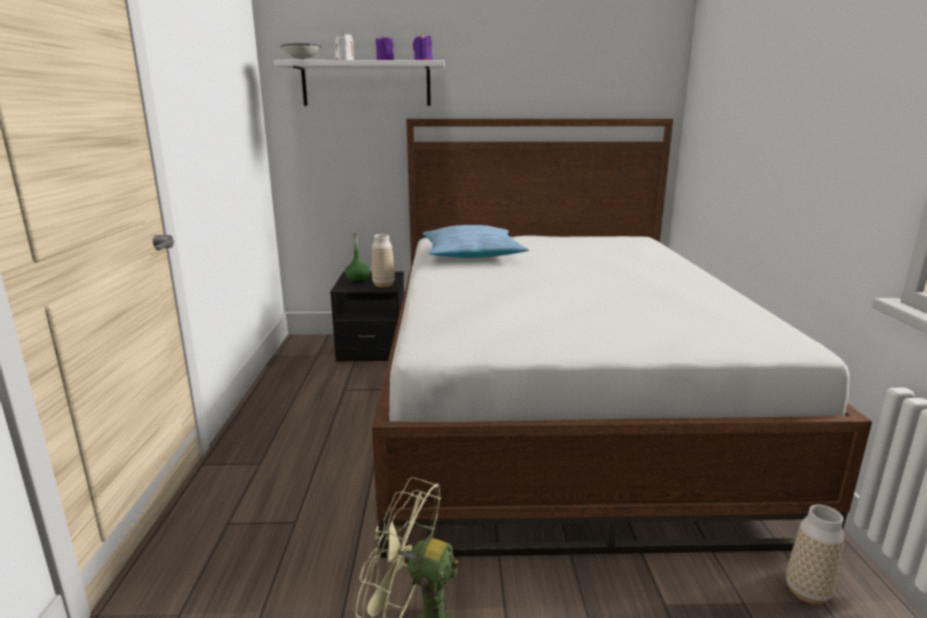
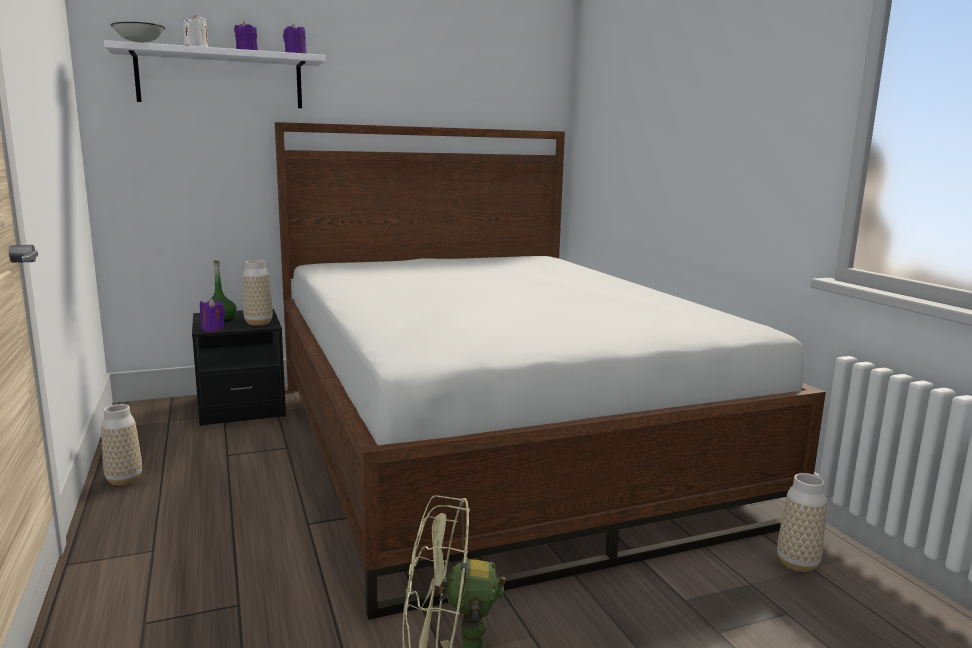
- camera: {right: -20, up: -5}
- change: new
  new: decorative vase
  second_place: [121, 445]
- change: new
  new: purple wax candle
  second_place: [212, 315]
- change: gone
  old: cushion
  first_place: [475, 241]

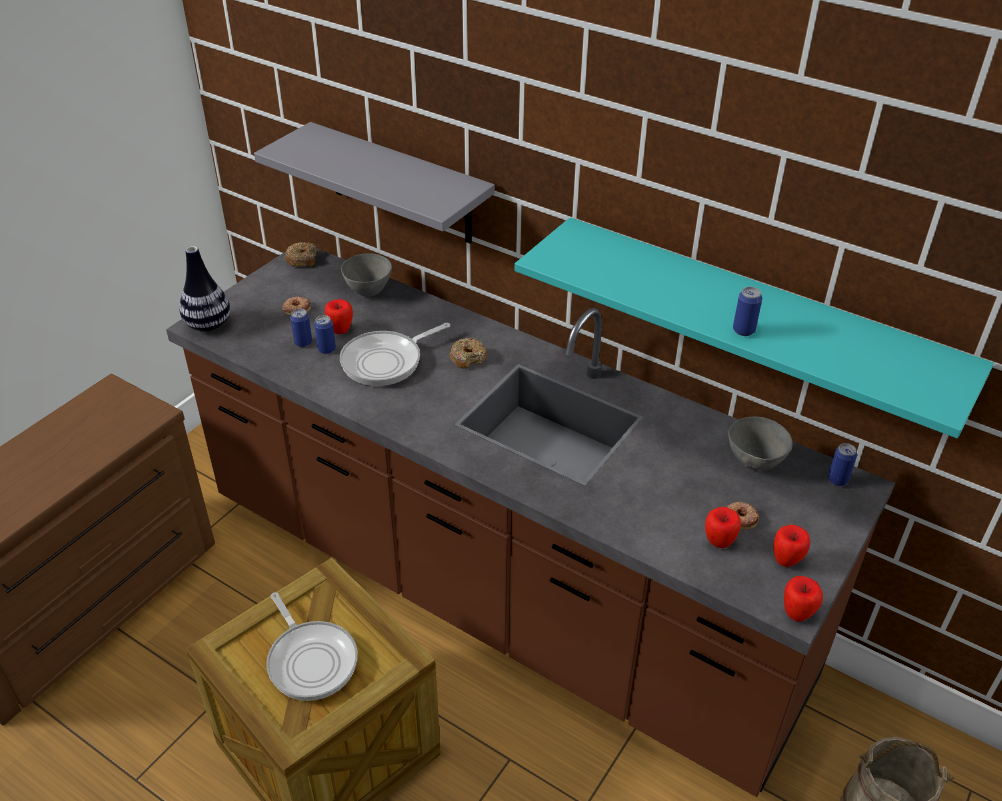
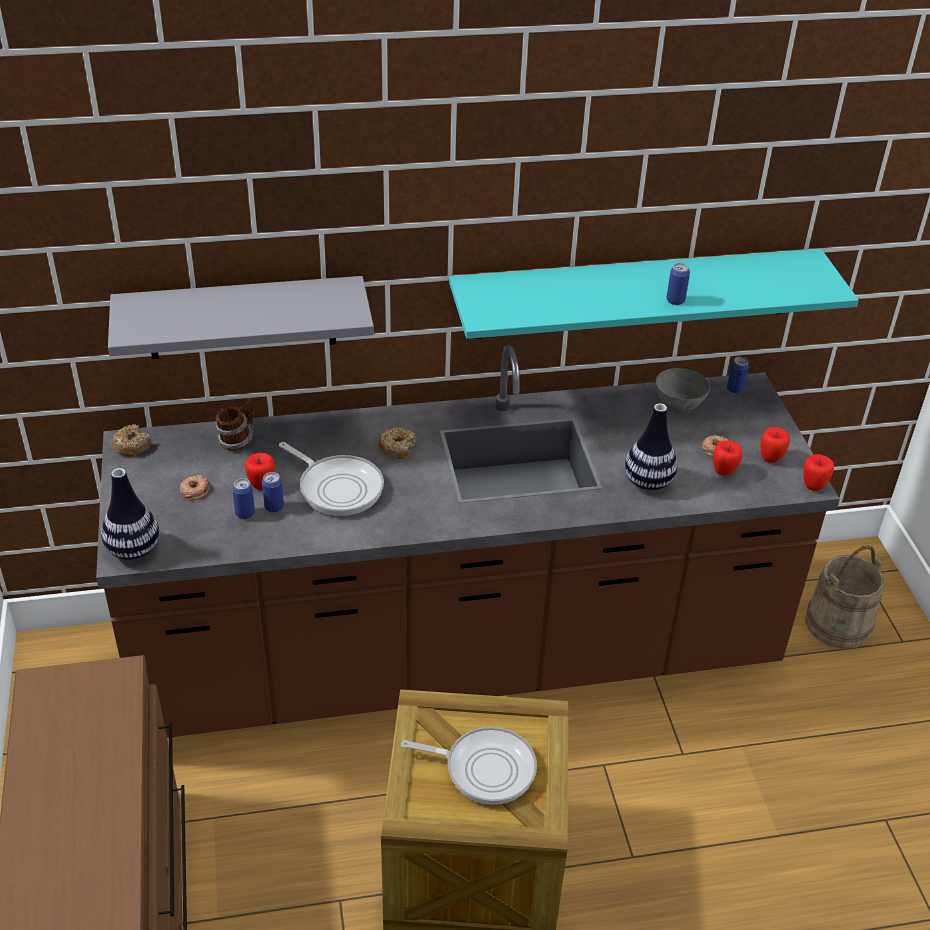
- camera: {right: -45, up: 0}
- change: swapped
  old: grey deep dish
  new: coffee mug
  first_place: [366, 275]
  second_place: [234, 424]
- change: rotated
  old: skillet
  first_place: [395, 354]
  second_place: [331, 479]
  degrees: -60
- change: new
  new: decorative vase
  second_place: [651, 446]

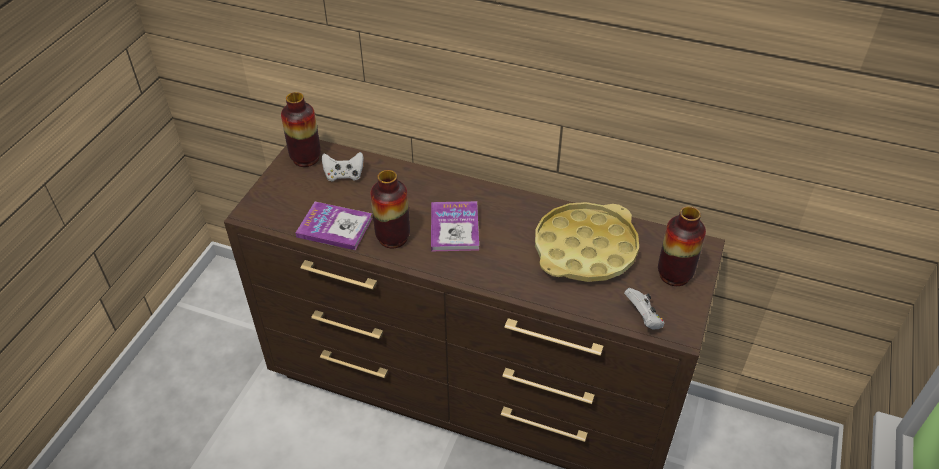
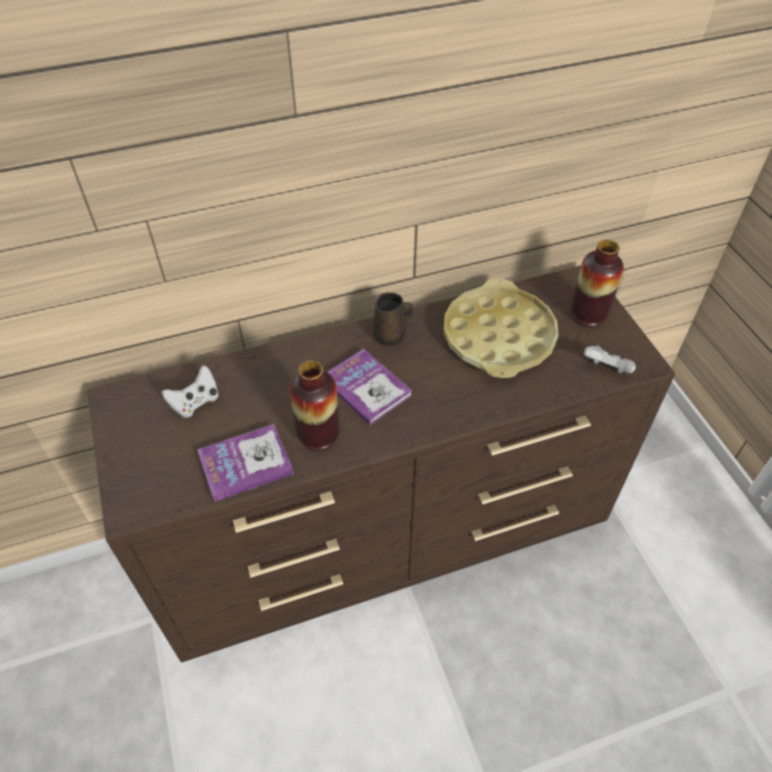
- camera: {right: -40, up: 5}
- change: new
  new: brown-coloured coffee mug
  second_place: [393, 319]
- change: gone
  old: decorative vase
  first_place: [301, 129]

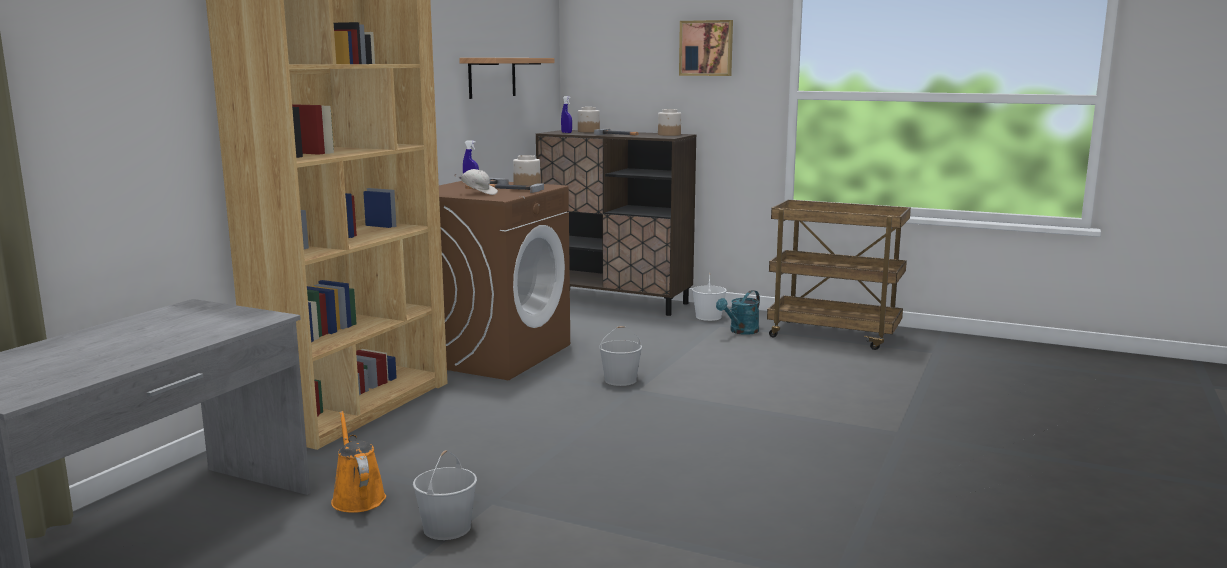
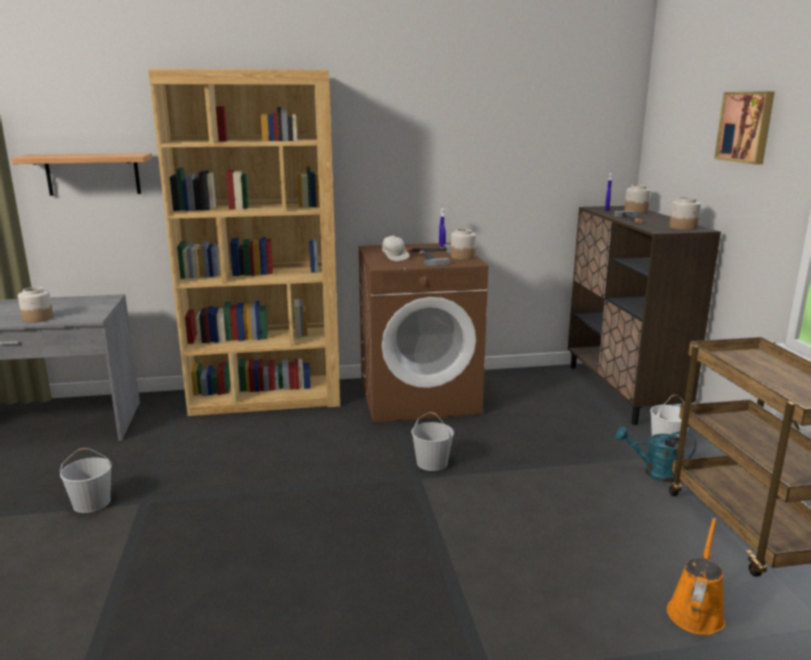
- camera: {right: 55, up: 5}
- change: shifted
  old: shelf
  first_place: [507, 78]
  second_place: [82, 174]
- change: new
  new: storage jar
  second_place: [35, 305]
- change: shifted
  old: orangey sprinkling can
  first_place: [358, 462]
  second_place: [696, 576]

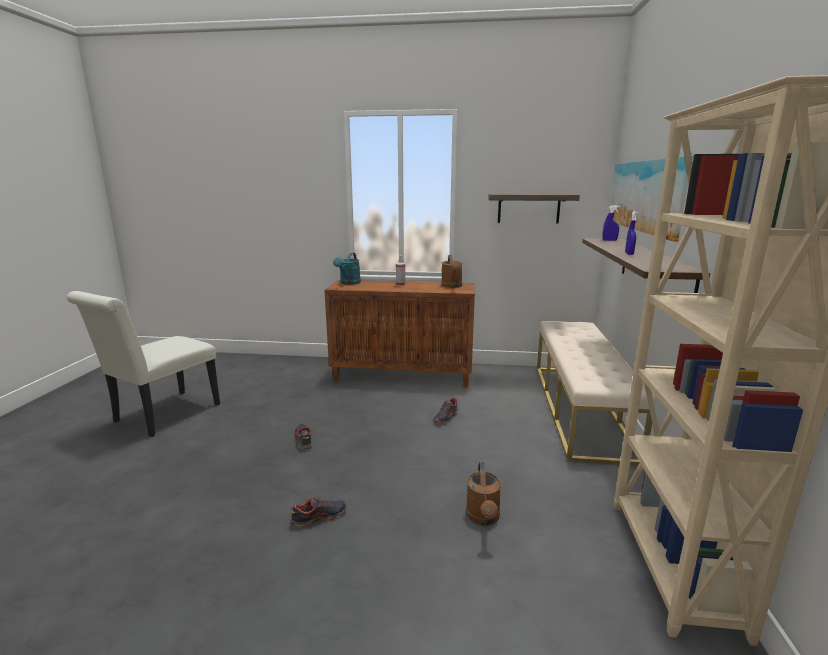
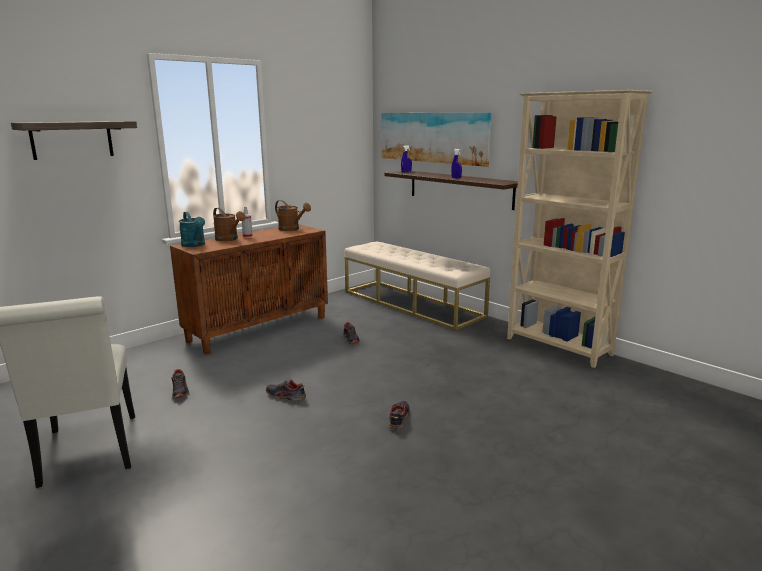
- camera: {right: -50, up: 0}
- change: shifted
  old: shelf
  first_place: [534, 208]
  second_place: [74, 140]
- change: new
  new: shoe
  second_place: [180, 383]
- change: shifted
  old: brown-coloured sprinkling can
  first_place: [483, 494]
  second_place: [229, 224]

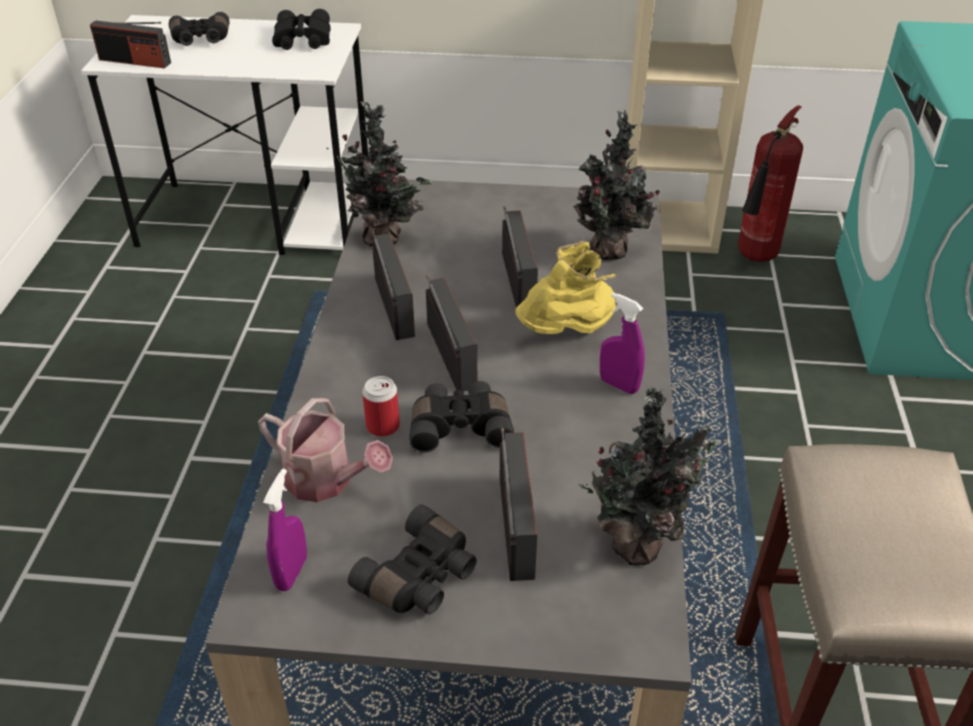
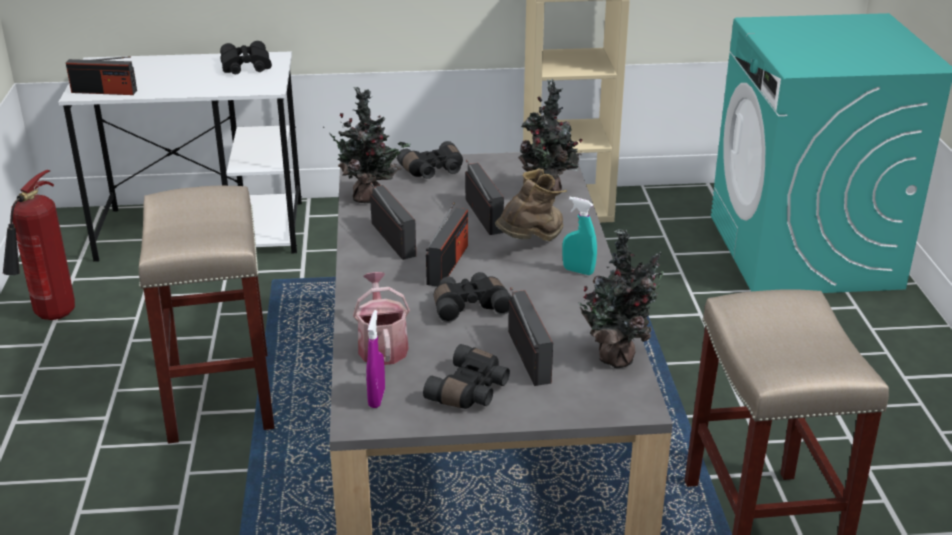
- camera: {right: -10, up: -10}
- change: shifted
  old: extinguisher
  first_place: [770, 183]
  second_place: [39, 245]
- change: new
  new: beige stool seat
  second_place: [206, 315]
- change: rotated
  old: sprinkling can
  first_place: [325, 450]
  second_place: [381, 318]
  degrees: -120
- change: shifted
  old: blackish pair of binoculars
  first_place: [199, 29]
  second_place: [430, 160]
- change: rotated
  old: radio set
  first_place: [451, 333]
  second_place: [447, 244]
  degrees: 45
- change: repainted
  old: yellow tall boot
  new: brown-coloured tall boot
  first_place: [566, 287]
  second_place: [531, 204]
- change: repainted
  old: purple spray bottle
  new: turquoise spray bottle
  first_place: [622, 343]
  second_place: [580, 236]
- change: gone
  old: can
  first_place: [381, 406]

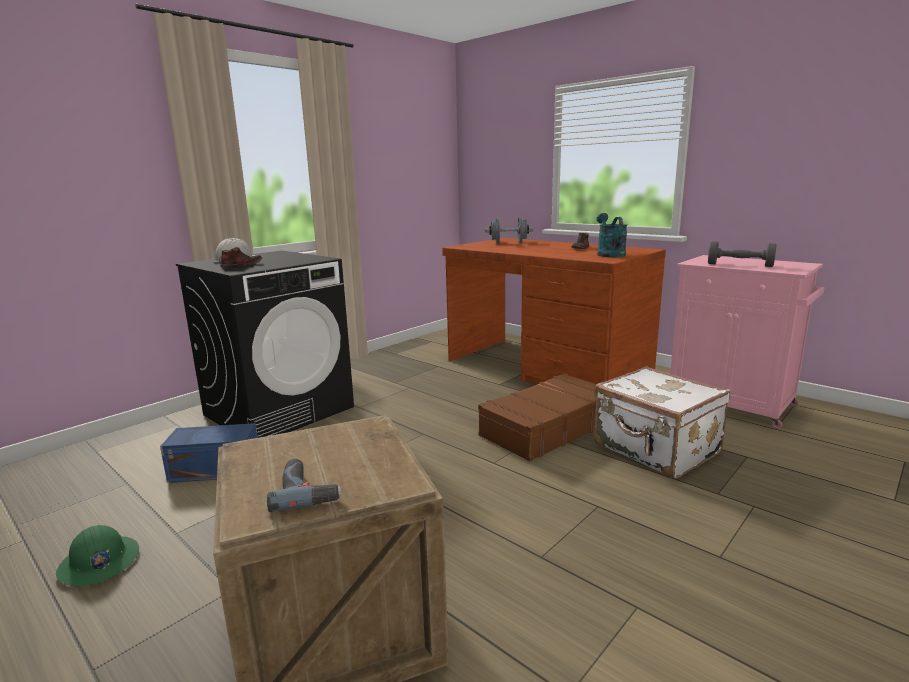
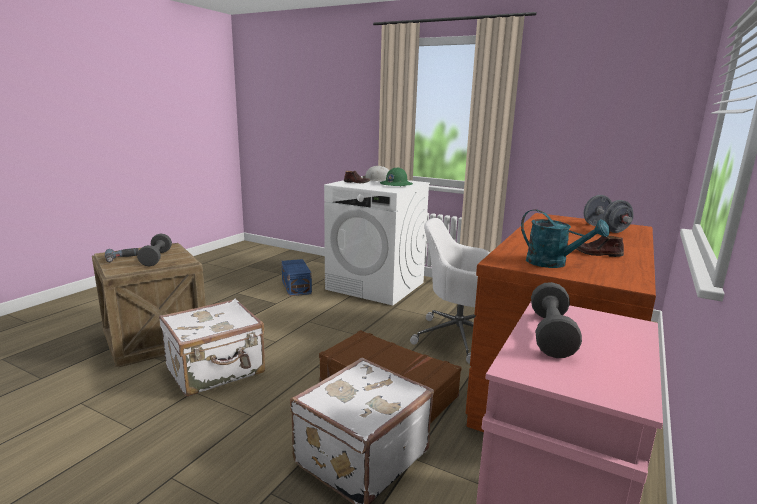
- camera: {right: 75, up: 0}
- change: new
  new: grey dumbbell
  second_place: [154, 250]
- change: new
  new: whitish suitcase
  second_place: [212, 347]
- change: repainted
  old: blackish washing machine
  new: whitish washing machine
  first_place: [265, 344]
  second_place: [377, 240]
- change: shifted
  old: green hard hat
  first_place: [97, 555]
  second_place: [396, 176]
- change: new
  new: whitish office chair
  second_place: [450, 291]
- change: rotated
  old: turquoise sprinkling can
  first_place: [612, 235]
  second_place: [565, 238]
  degrees: 60

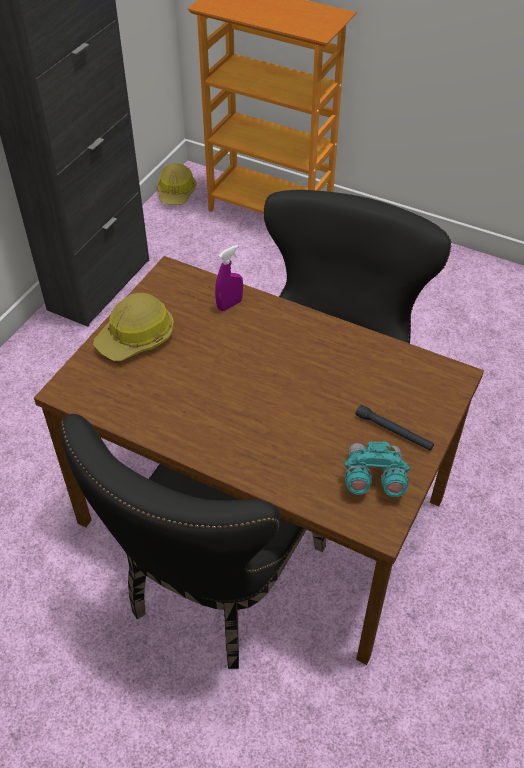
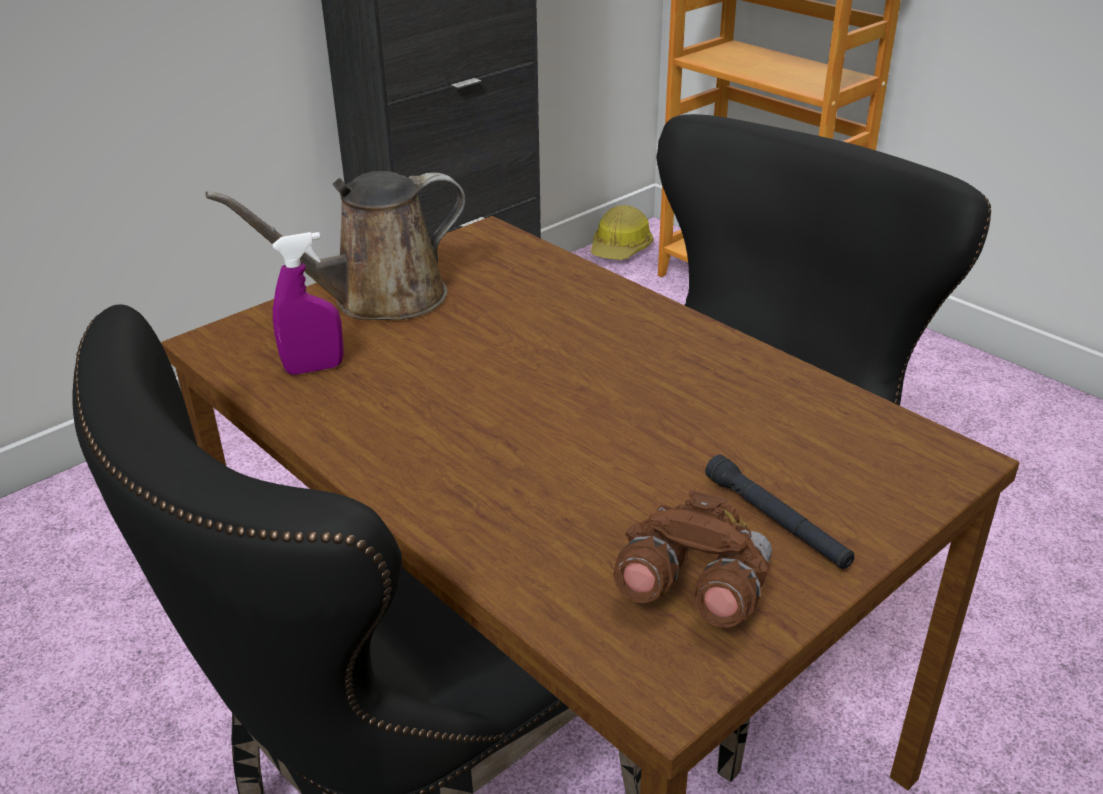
- camera: {right: 20, up: -15}
- change: swapped
  old: hard hat
  new: brown-coloured sprinkling can
  first_place: [133, 327]
  second_place: [335, 245]
- change: shifted
  old: purple spray bottle
  first_place: [229, 278]
  second_place: [308, 303]
- change: repainted
  old: turquoise pair of binoculars
  new: brown-coloured pair of binoculars
  first_place: [377, 469]
  second_place: [693, 559]

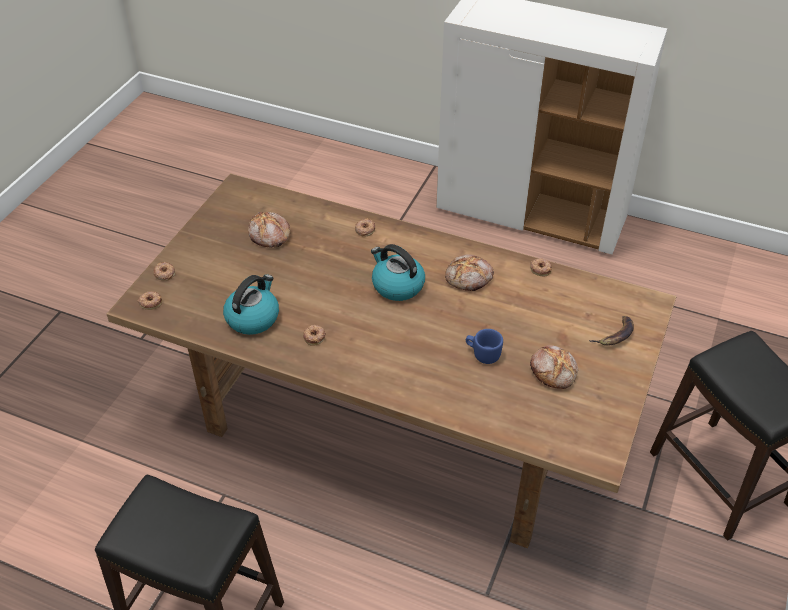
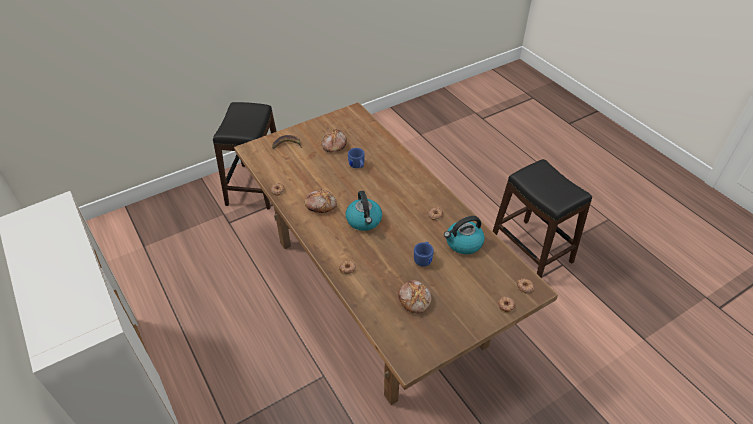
- camera: {right: -145, up: 0}
- change: new
  new: blue coffee mug
  second_place: [424, 254]

